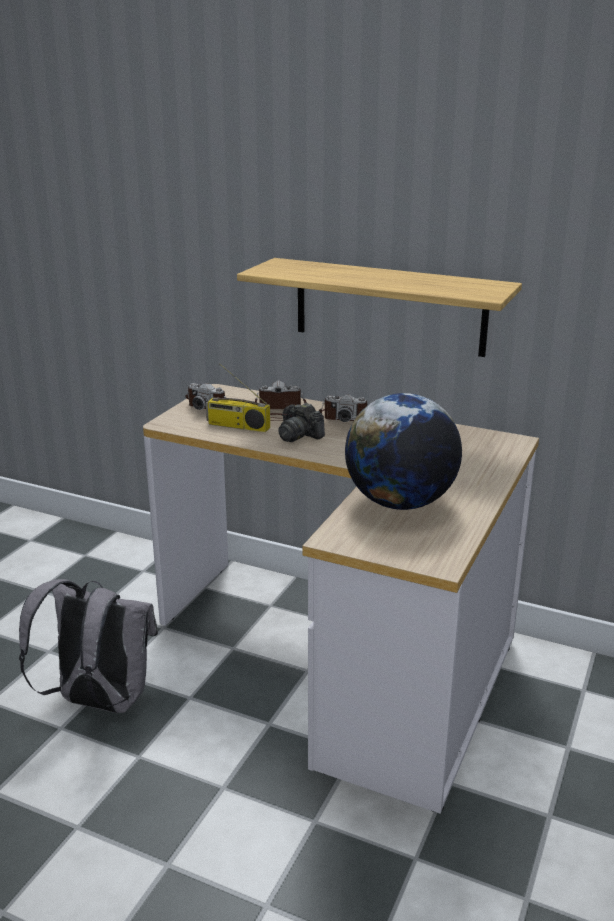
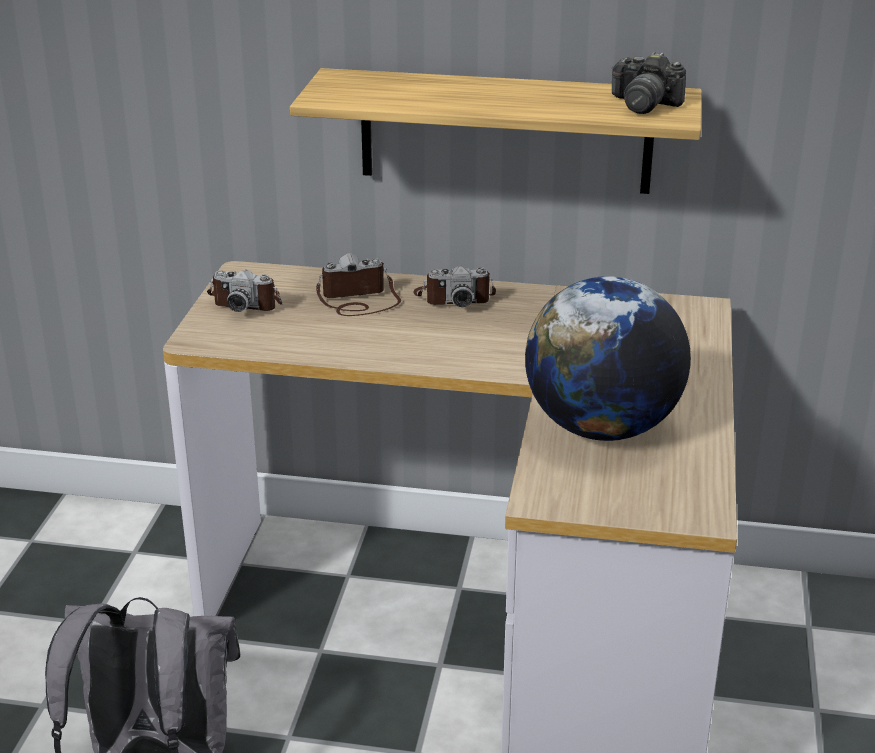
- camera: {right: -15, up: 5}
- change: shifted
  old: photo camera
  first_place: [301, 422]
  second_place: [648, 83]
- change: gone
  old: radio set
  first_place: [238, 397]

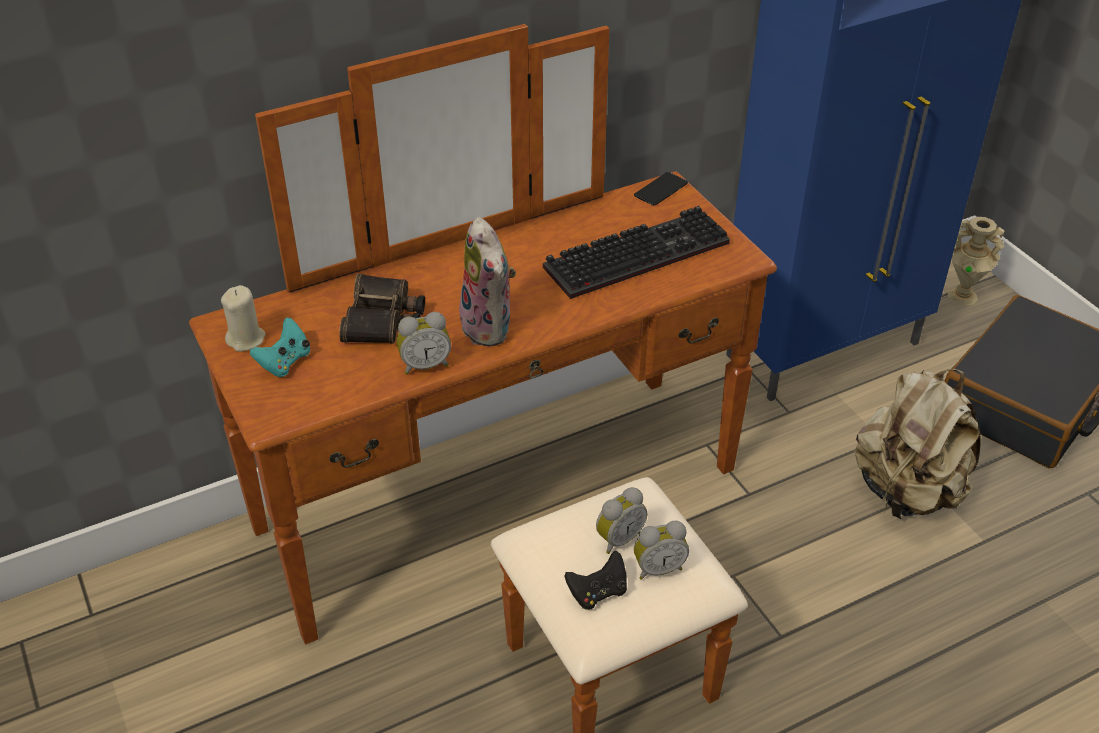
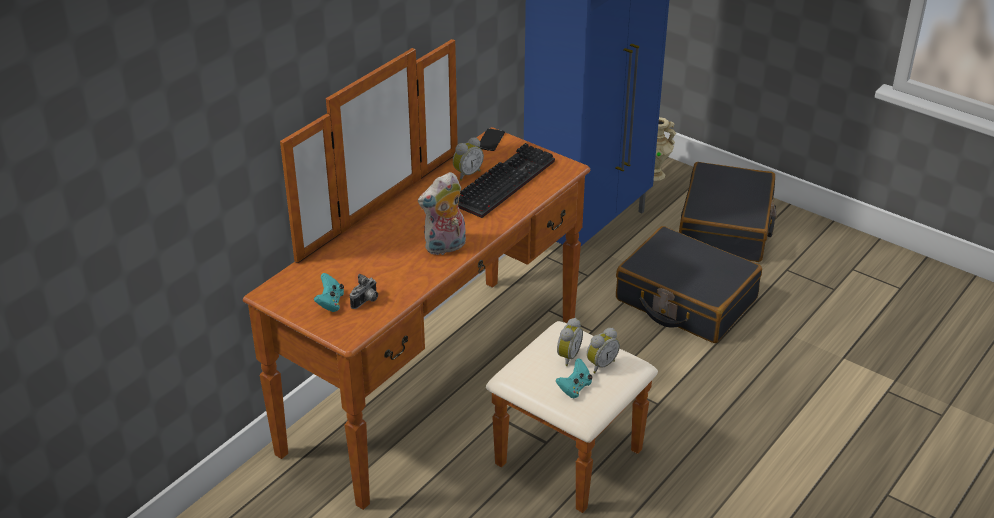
- camera: {right: -25, up: -5}
- change: new
  new: photo camera
  second_place: [364, 291]
- change: rotated
  old: plush toy
  first_place: [487, 282]
  second_place: [442, 213]
  degrees: 105
- change: shifted
  old: table clock
  first_place: [424, 343]
  second_place: [468, 159]
- change: repainted
  old: blackish gamepad
  new: turquoise gamepad
  first_place: [595, 580]
  second_place: [574, 378]
- change: swapped
  old: beige backpack
  new: blackish suitcase
  first_place: [917, 444]
  second_place: [689, 284]
- change: gone
  old: beige wax candle
  first_place: [243, 318]
- change: gone
  old: pair of binoculars
  first_place: [382, 309]

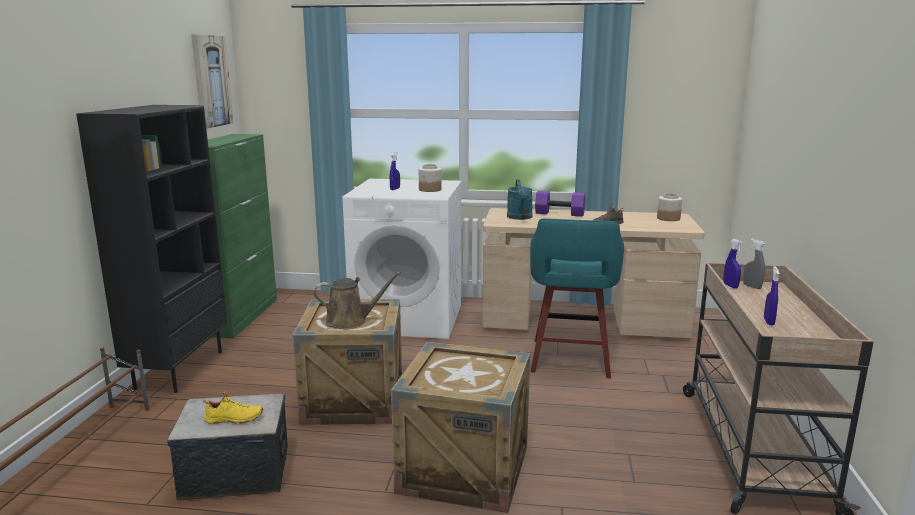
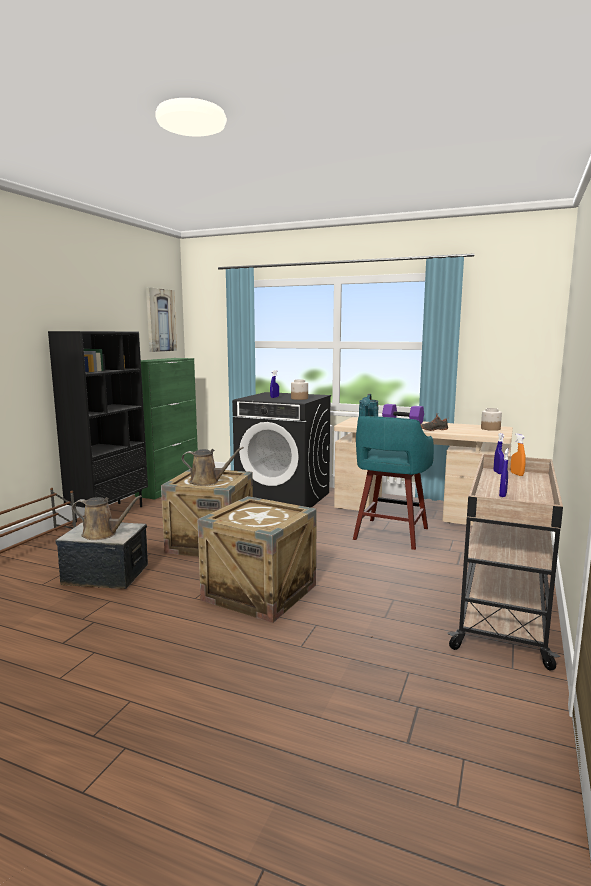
- camera: {right: 15, up: -5}
- change: swapped
  old: yellow shoe
  new: brown-coloured sprinkling can
  first_place: [233, 408]
  second_place: [107, 517]
- change: repainted
  old: whitish washing machine
  new: blackish washing machine
  first_place: [402, 259]
  second_place: [281, 450]
- change: repainted
  old: grey spray bottle
  new: orangey spray bottle
  first_place: [754, 264]
  second_place: [518, 455]

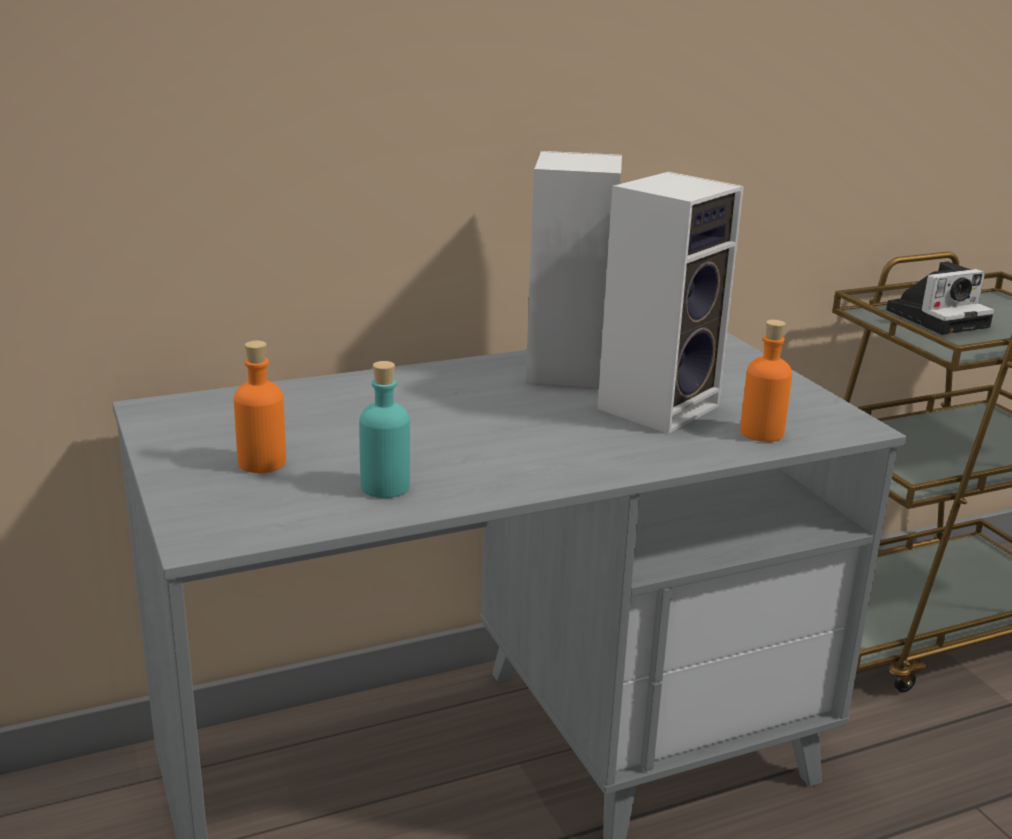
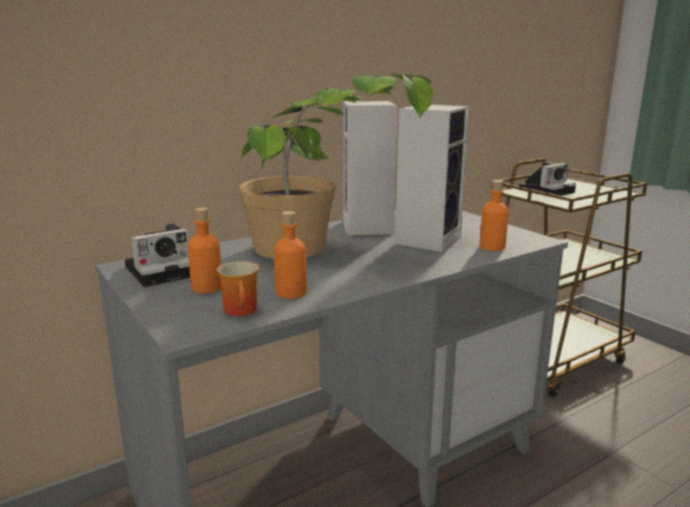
- camera: {right: -10, up: -5}
- change: new
  new: photo camera
  second_place: [157, 255]
- change: new
  new: coffee mug
  second_place: [238, 288]
- change: new
  new: potted plant
  second_place: [336, 166]
- change: repainted
  old: turquoise bottle
  new: orangey bottle
  first_place: [384, 429]
  second_place: [290, 255]

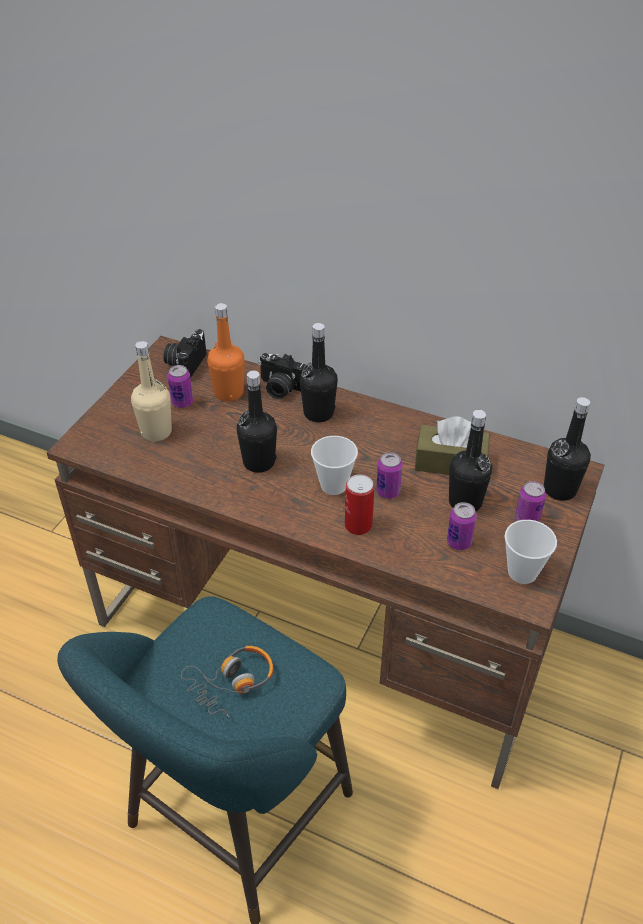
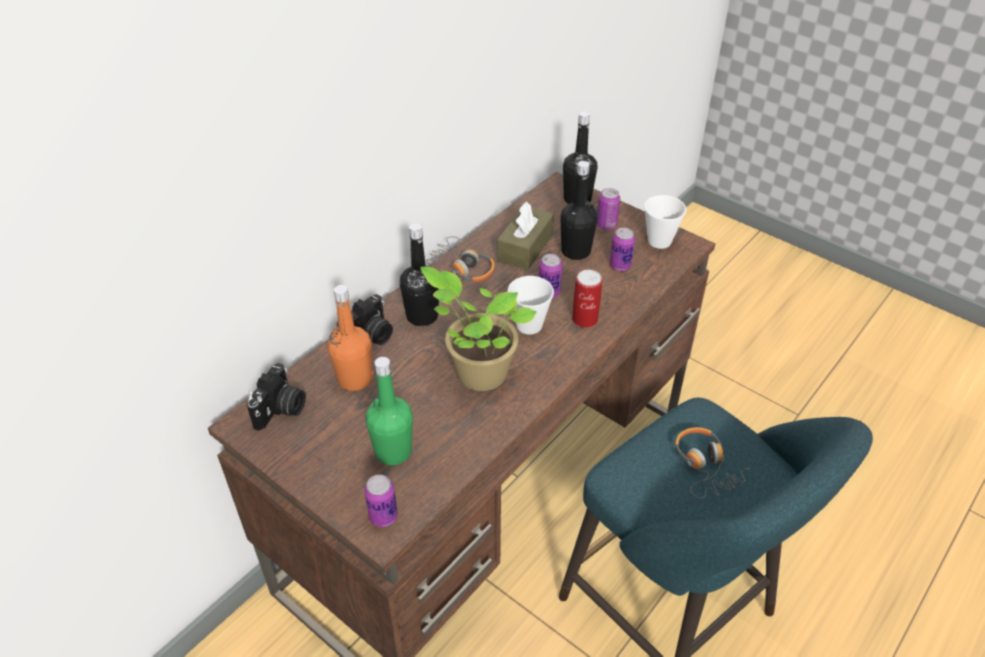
- camera: {right: -75, up: 0}
- change: rotated
  old: photo camera
  first_place: [184, 353]
  second_place: [276, 397]
  degrees: -105
- change: shifted
  old: can
  first_place: [180, 386]
  second_place: [381, 501]
- change: repainted
  old: beige bottle
  new: green bottle
  first_place: [151, 391]
  second_place: [389, 411]
- change: swapped
  old: blackish bottle
  new: potted plant
  first_place: [257, 422]
  second_place: [478, 329]
- change: new
  new: headphones
  second_place: [460, 259]

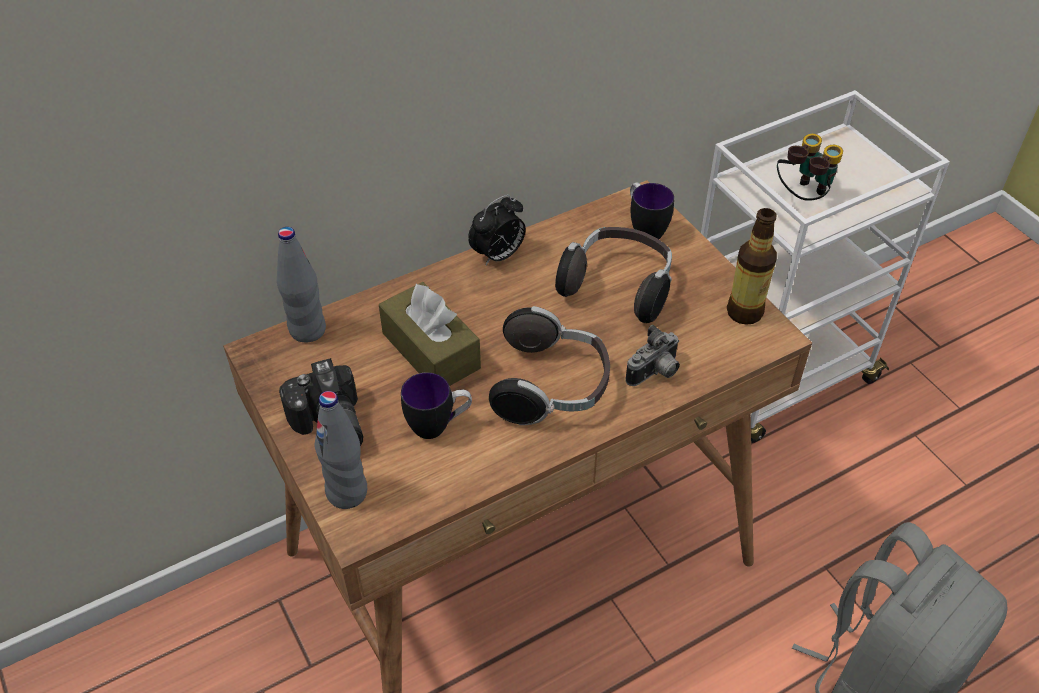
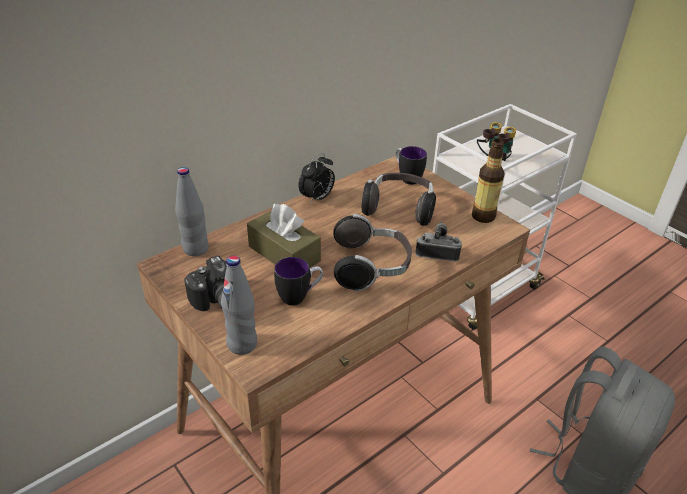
- camera: {right: -10, up: -10}
- change: rotated
  old: photo camera
  first_place: [652, 355]
  second_place: [438, 241]
  degrees: -120

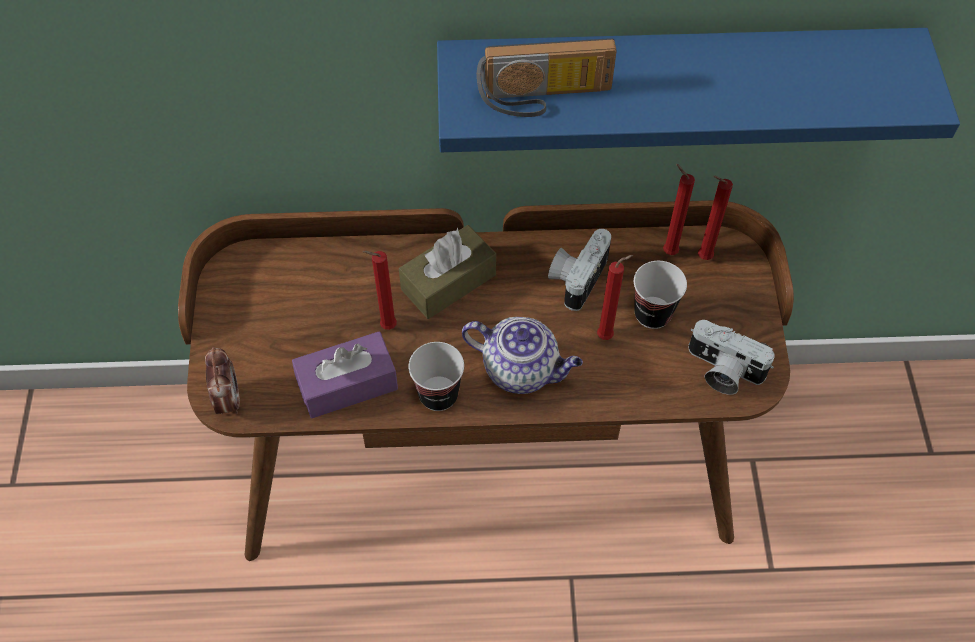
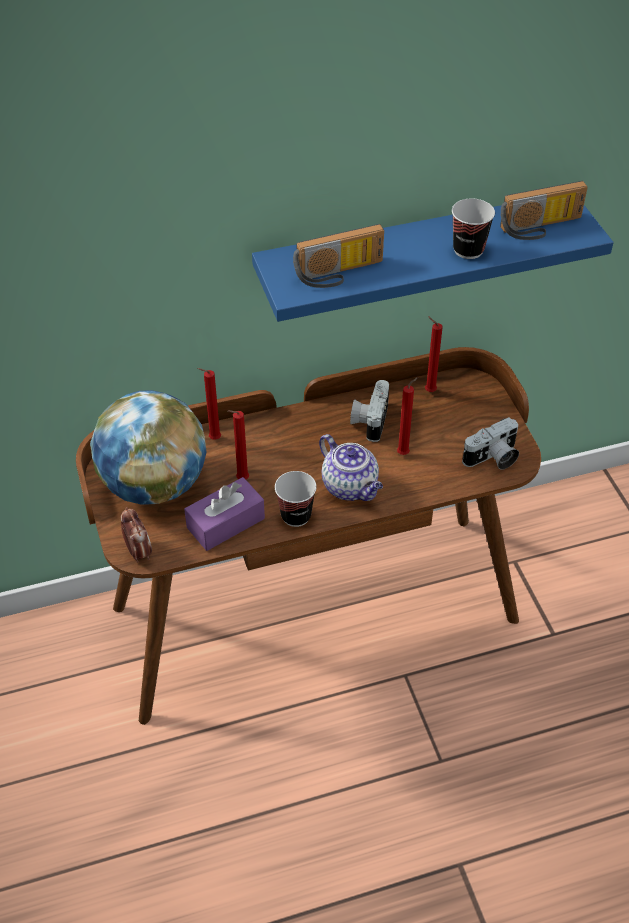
- camera: {right: -15, up: -10}
- change: new
  new: globe
  second_place: [148, 447]
- change: shifted
  old: reddish wax candle
  first_place: [715, 218]
  second_place: [209, 404]
- change: rotated
  old: teapot
  first_place: [522, 355]
  second_place: [351, 467]
  degrees: 45
- change: shifted
  old: cup
  first_place: [660, 295]
  second_place: [473, 229]
- change: rotated
  old: photo camera
  first_place: [732, 357]
  second_place: [490, 443]
  degrees: -45
- change: new
  new: radio set
  second_place: [544, 210]
- change: gone
  old: brown-coloured tissue box
  first_place: [447, 272]

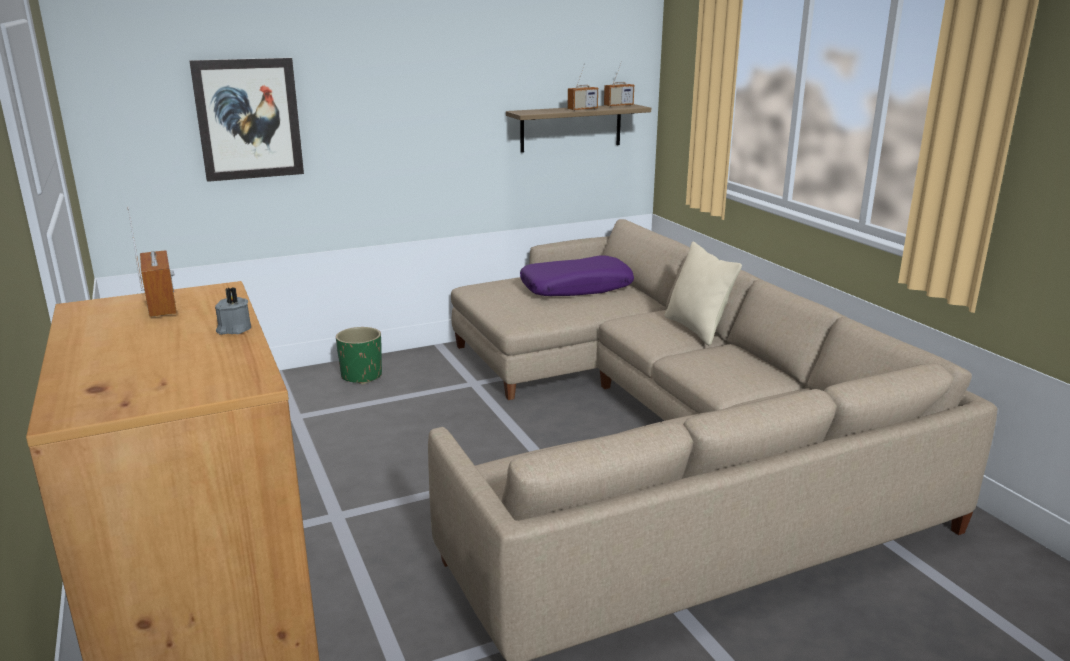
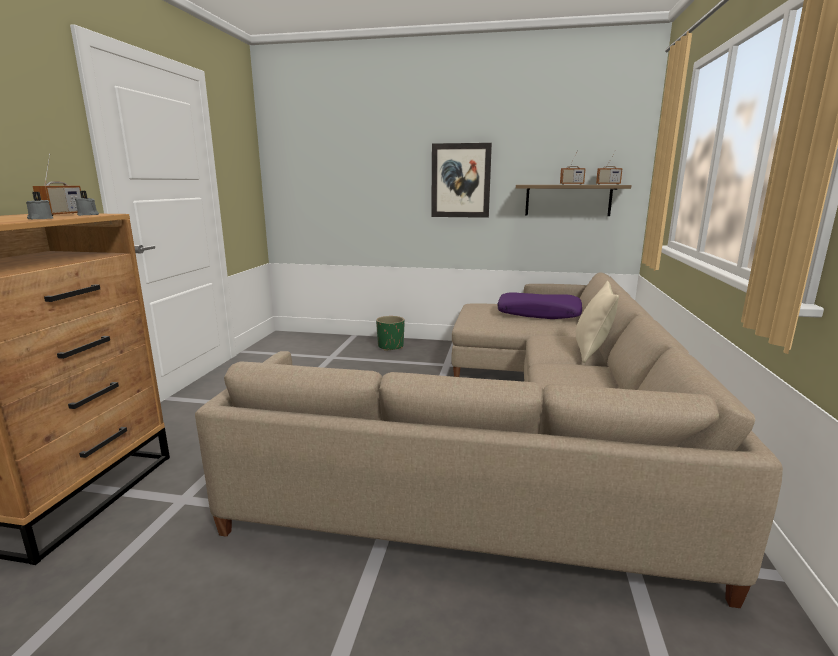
- camera: {right: 35, up: -5}
- change: new
  new: grey wax candle
  second_place: [87, 203]
- change: shifted
  old: wall art
  first_place: [246, 120]
  second_place: [461, 180]

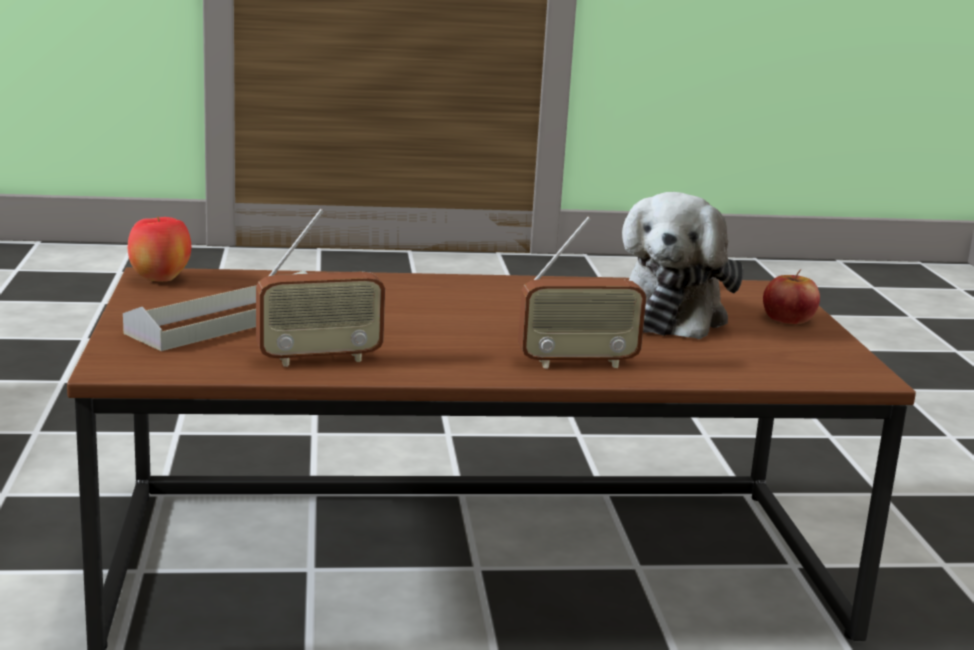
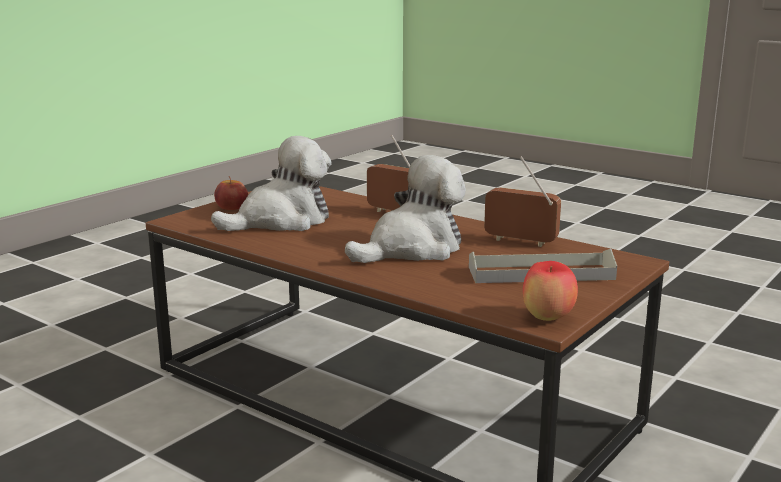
- camera: {right: -135, up: 0}
- change: new
  new: plush toy
  second_place: [405, 209]

